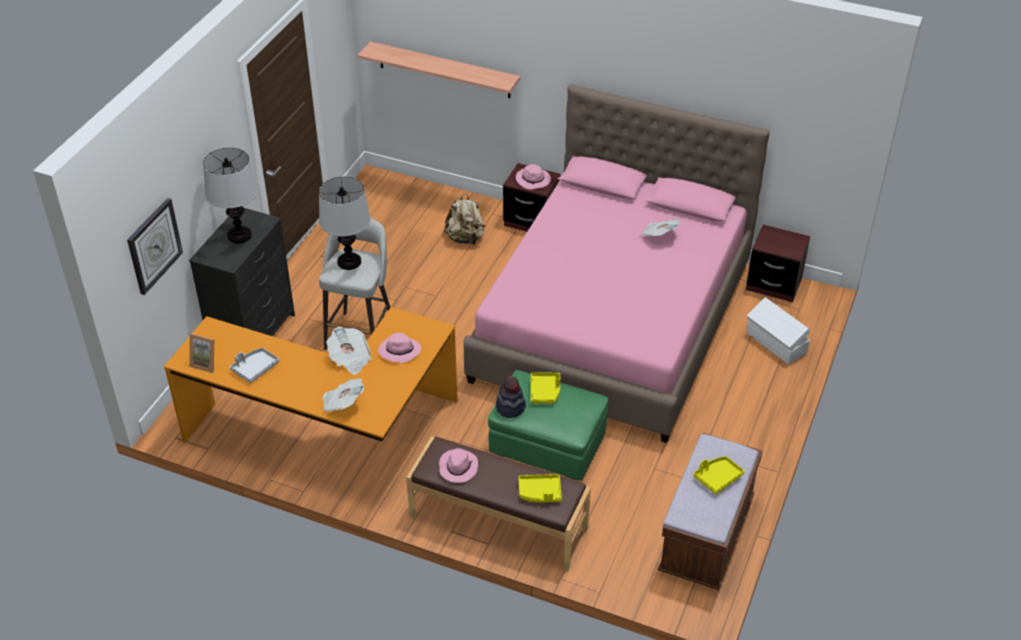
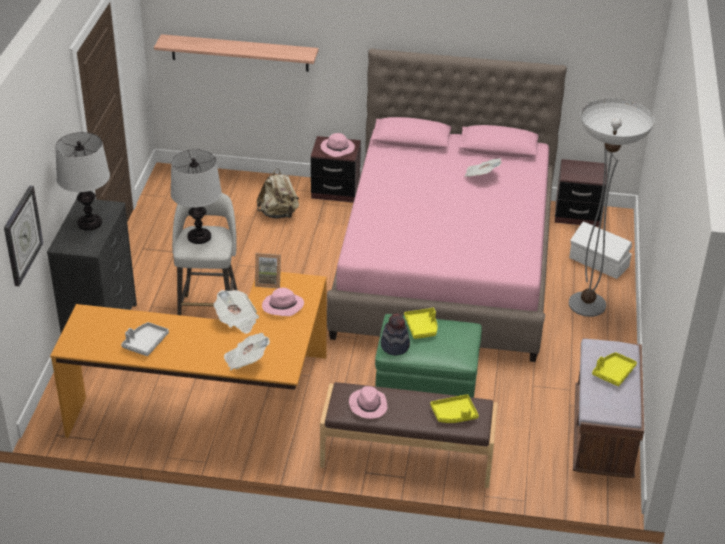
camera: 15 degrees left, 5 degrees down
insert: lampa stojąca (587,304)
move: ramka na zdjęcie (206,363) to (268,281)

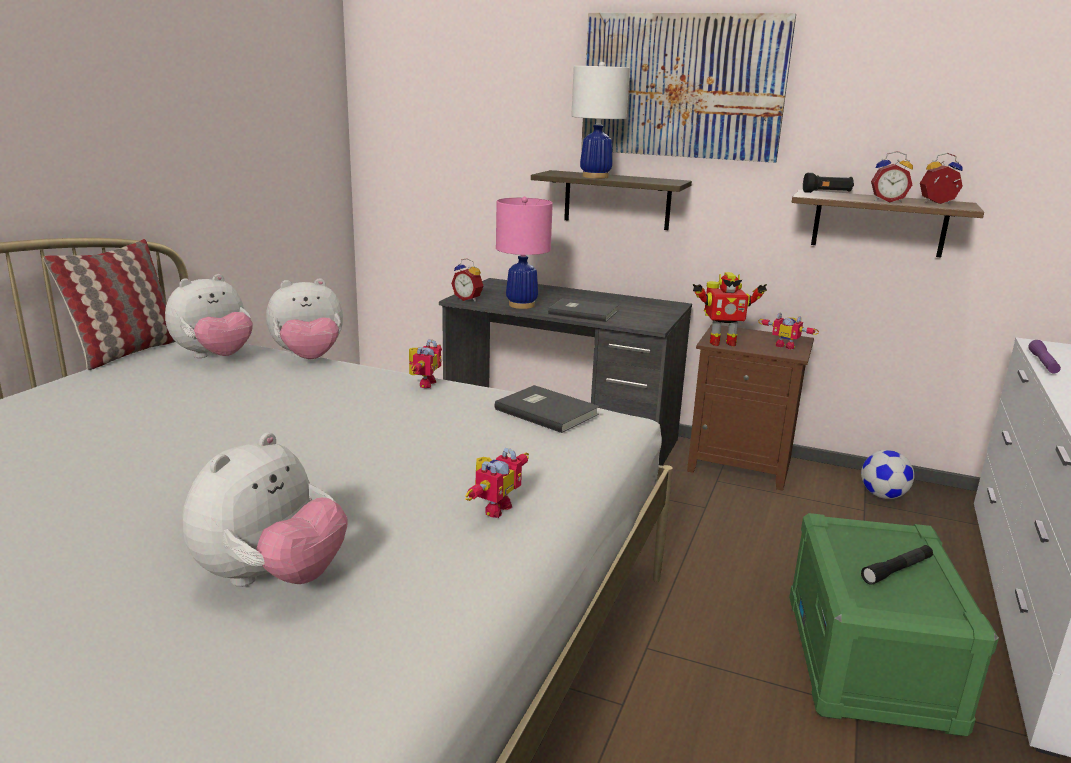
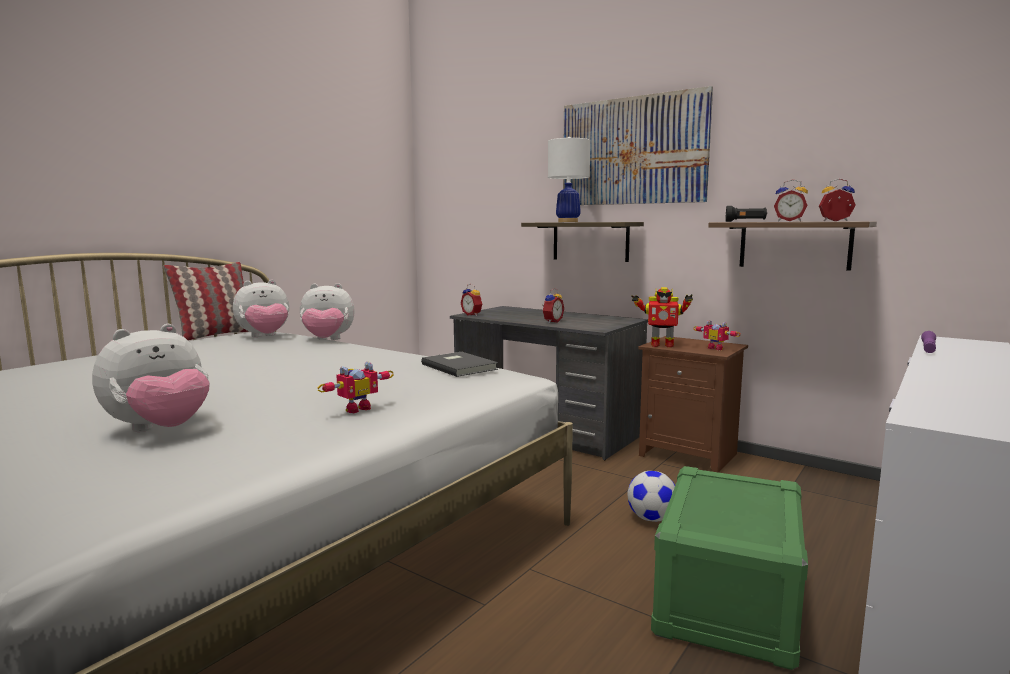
camera: 15 degrees right, 10 degrees down
delete: lampa stołowa/różowy (522,305); robot zabawkowy (423,383); latarka/czarny (897,570)
move: piłka futbolowa (883,496) to (651,519)
replace: książka/szary (582,312) to budzik (551,321)

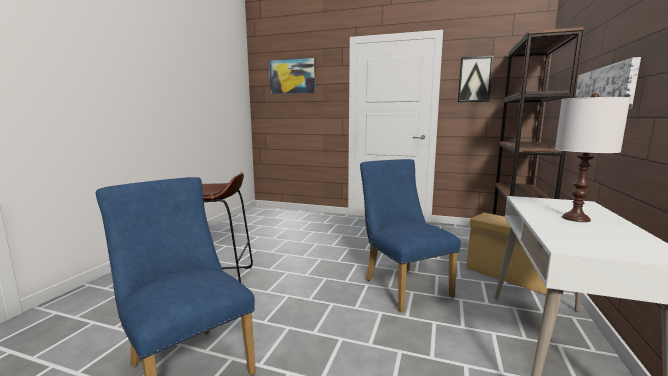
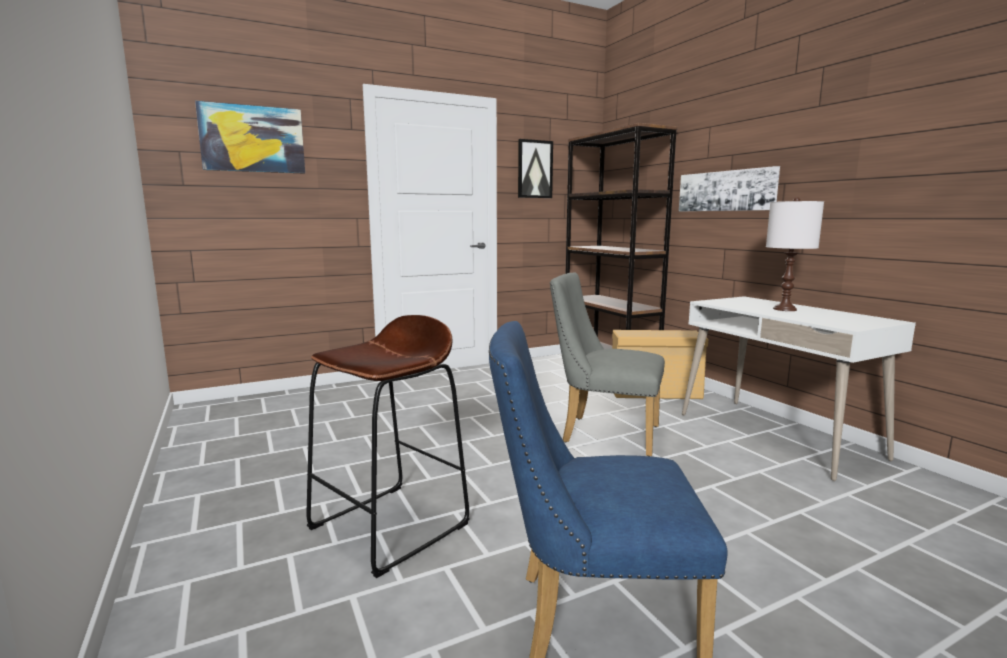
camera: 45 degrees left, 0 degrees up
recolor: krzesło/niebieski (402,285) to krzesło/szary (603,433)

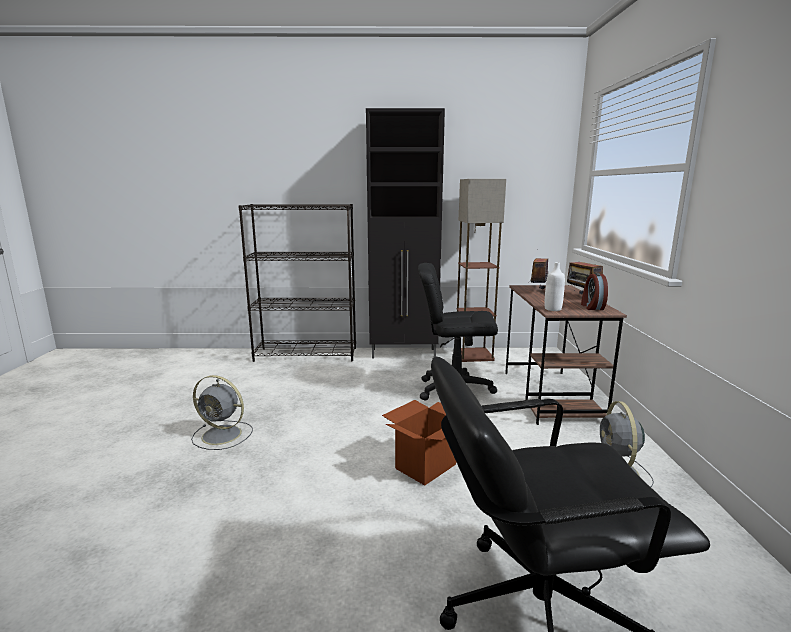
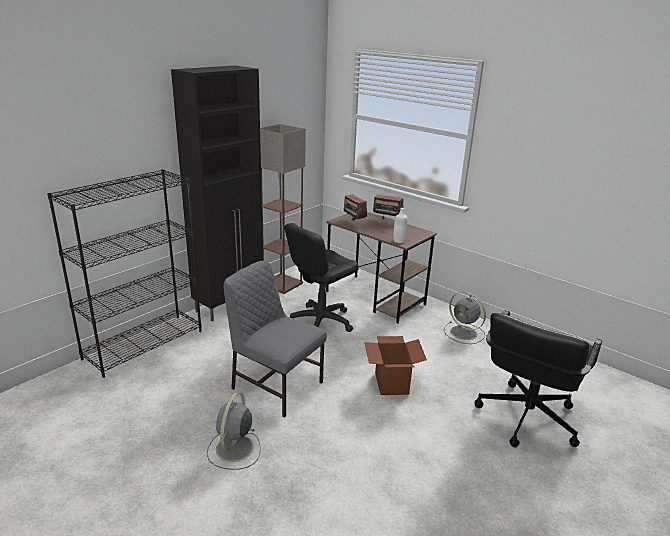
camera: 50 degrees left, 10 degrees up
delete: budzik (592,307)
insert: krzesło/szary (275,385)
rotate: wentylator/szary (223,435) = (234,449) 135 degrees clockwise

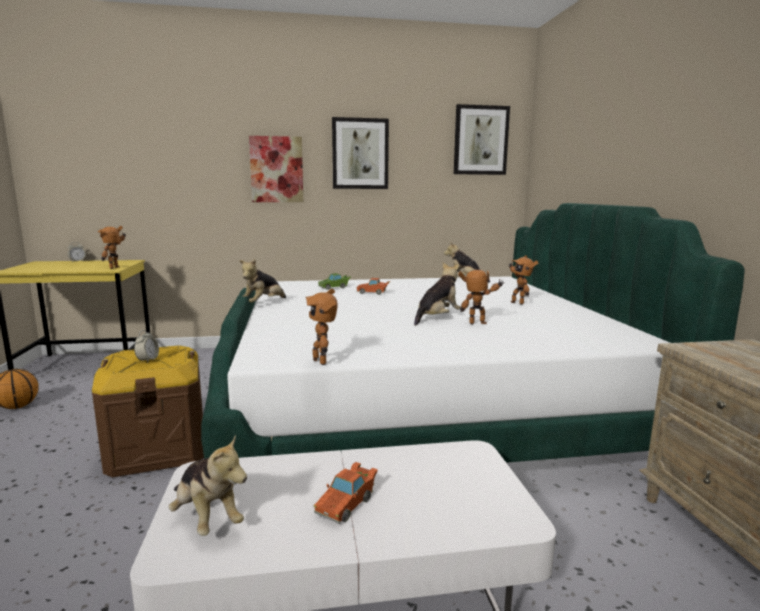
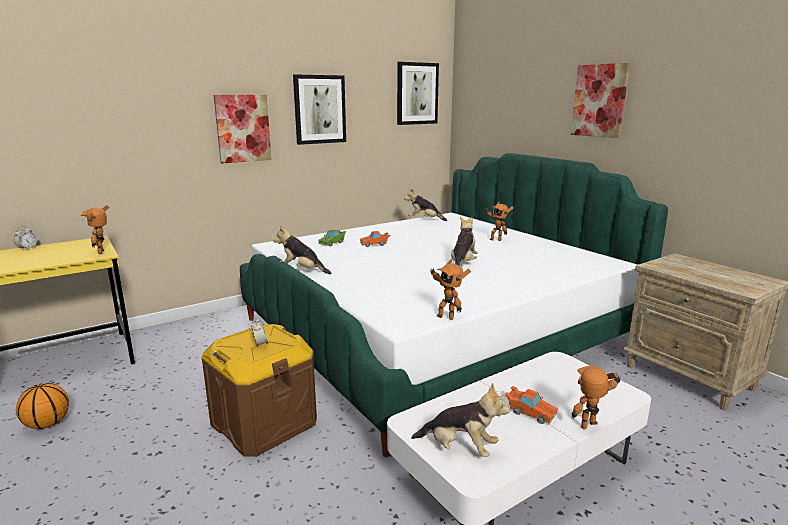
camera: 25 degrees left, 5 degrees up
insert: obraz (599,101)
move: robot zabawkowy (478,324) to (591,427)
rotate: pluszak (263,304) = (302,270) 105 degrees clockwise; samochodzik/pomarańczowy (347,503) = (529,412) 60 degrees counterclockwise

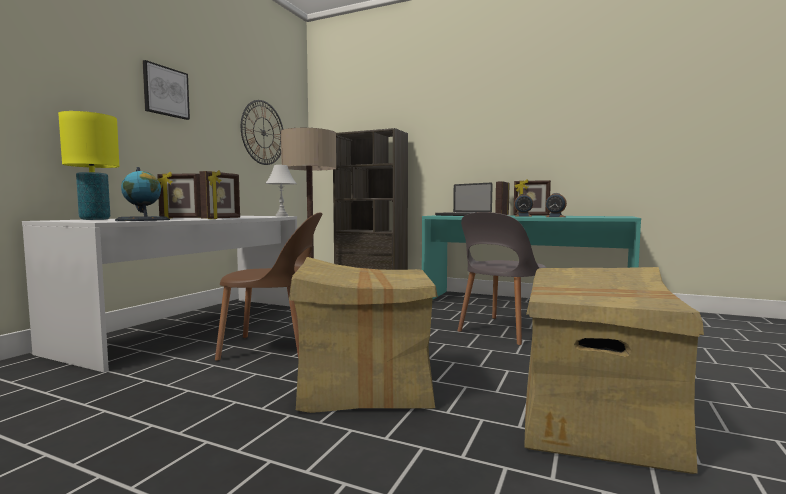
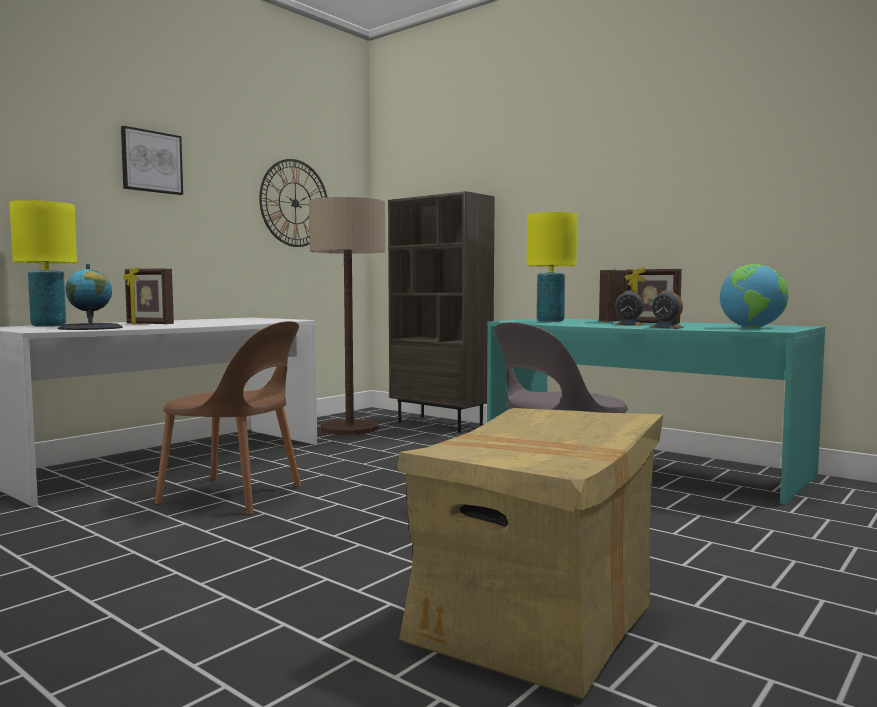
camera: 15 degrees right, 0 degrees up
delete: lampa stołowa/biały (282,216); ramka na zdjęcie (222,218); karton (365,386)
insert: globus (752,327)
replace: laptop (462,215) to lampa stołowa/żółty (550,321)

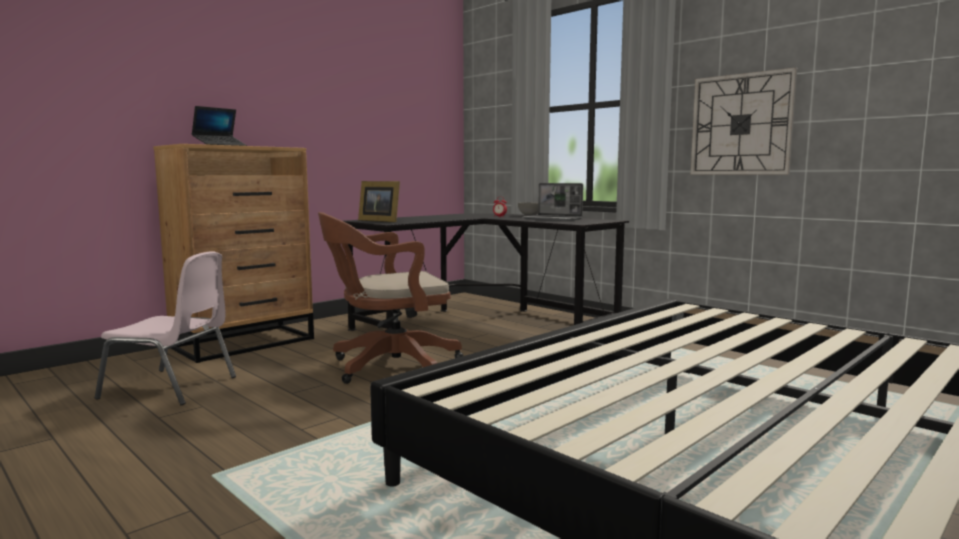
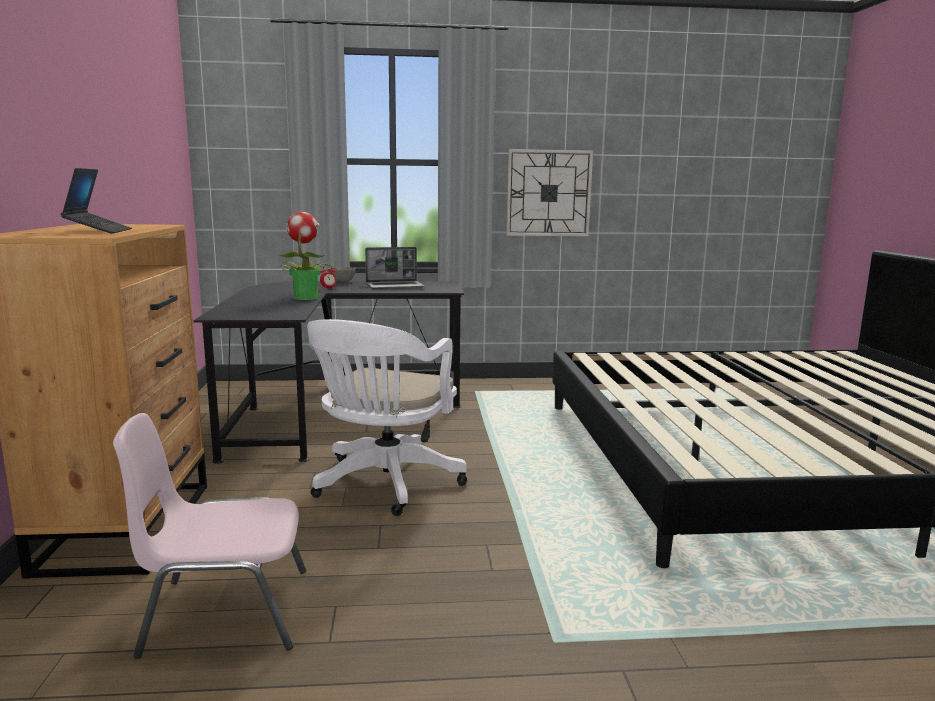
camera: 50 degrees left, 5 degrees up
delete: ramka na zdjęcie (379,221)
insert: roślina doniczkowa (305,297)
recolor: krzesło biurowe/brązowy (389,367) to krzesło biurowe/biały (384,484)
rotate: krzesło/różowy (171,387) = (224,612) 150 degrees counterclockwise

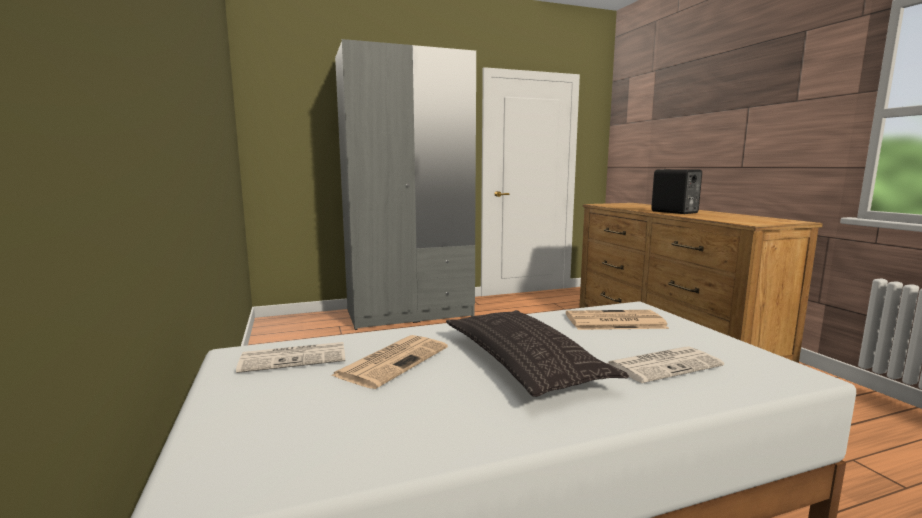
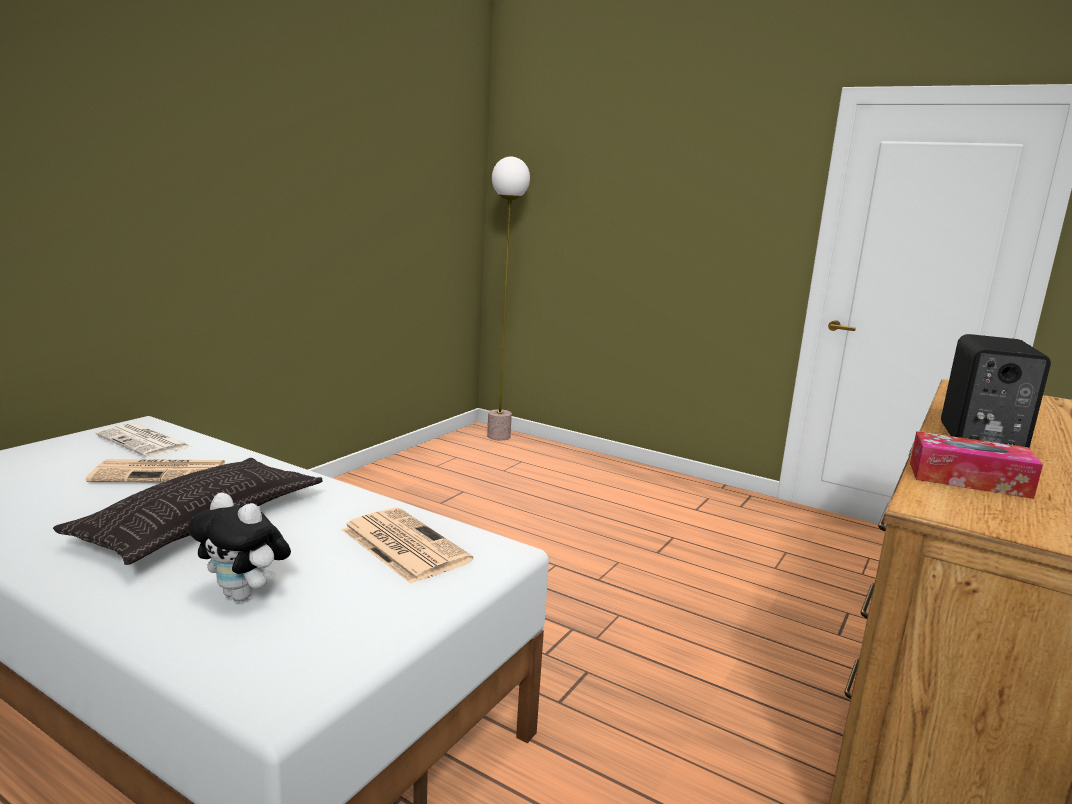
camera: 50 degrees right, 5 degrees up
delete: szafa/szary (409,313)
insert: lampa stojąca (499,436); pudełko chusteczek (968,479)
replace: gazeta (664,365) to pluszak (244,595)

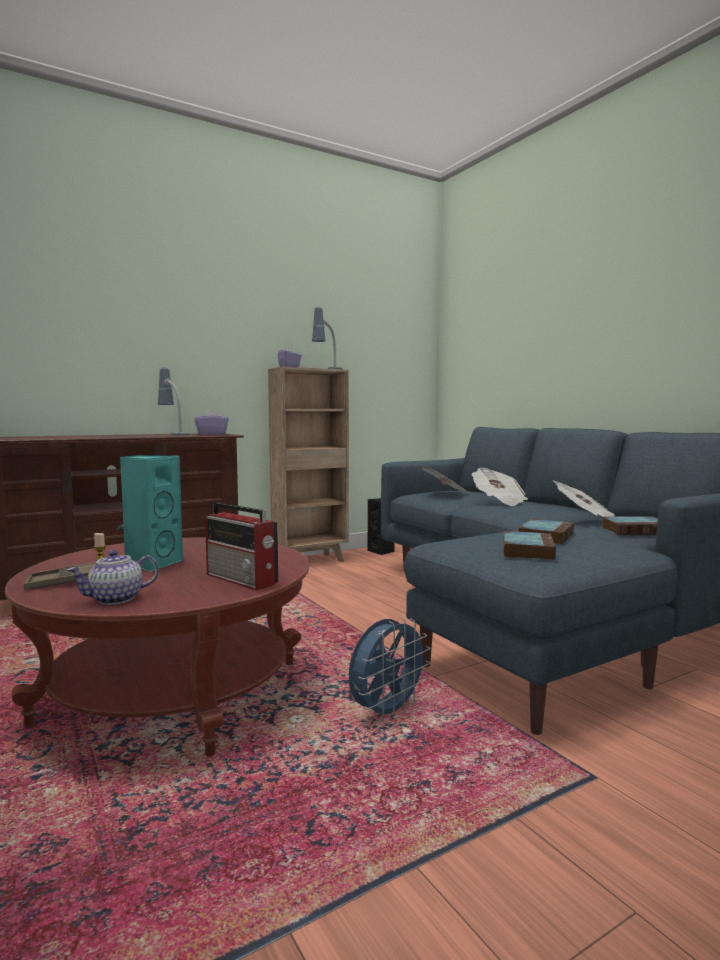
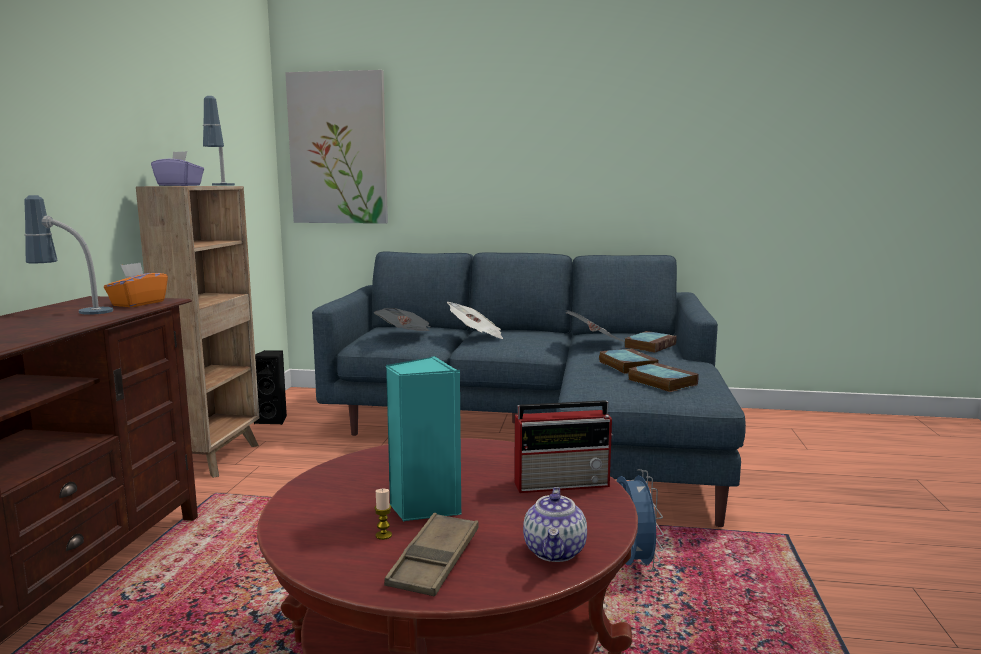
camera: 50 degrees left, 5 degrees up
insert: obraz (338,148)
recolor: pudełko chusteczek/fioletowy (211,434) to pudełko chusteczek/pomarańczowy (138,303)

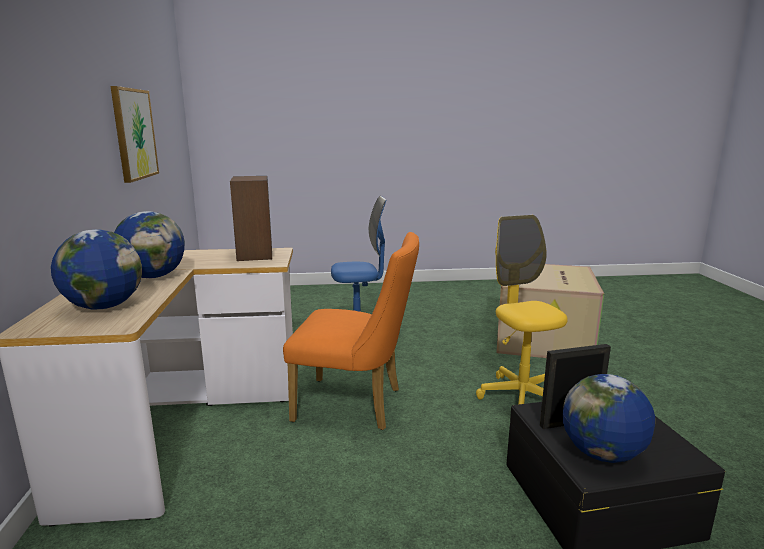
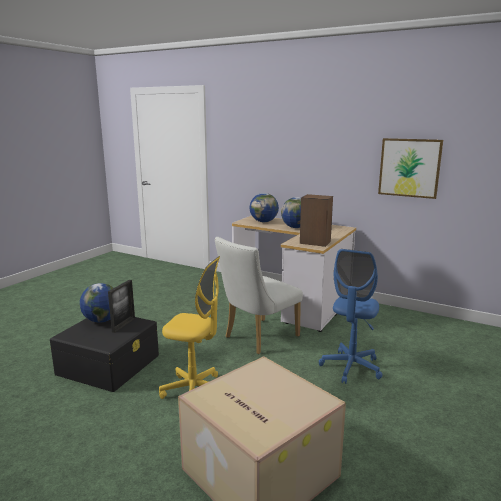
camera: 125 degrees right, 0 degrees up
recolor: krzesło/pomarańczowy (356,405) to krzesło/biały (257,338)

